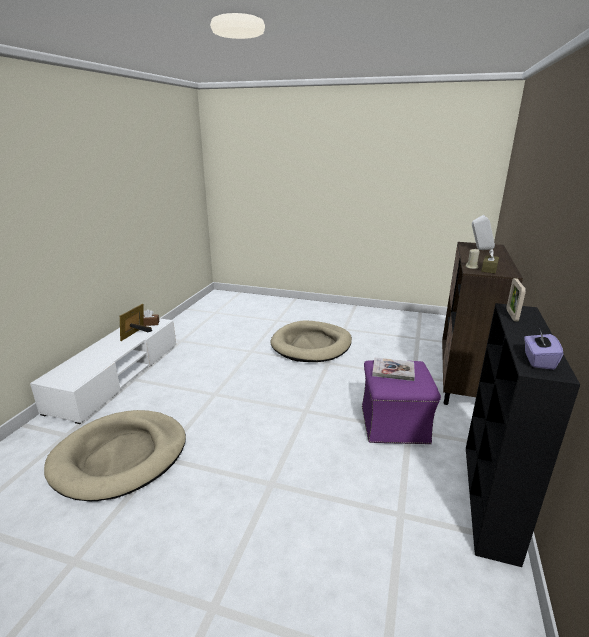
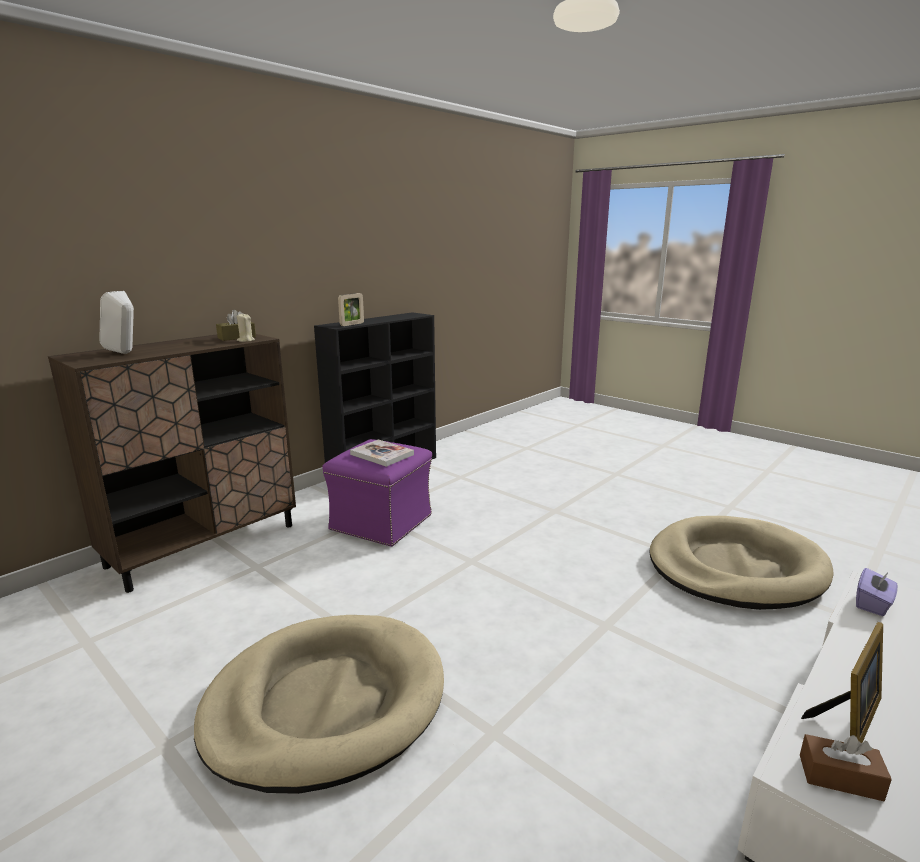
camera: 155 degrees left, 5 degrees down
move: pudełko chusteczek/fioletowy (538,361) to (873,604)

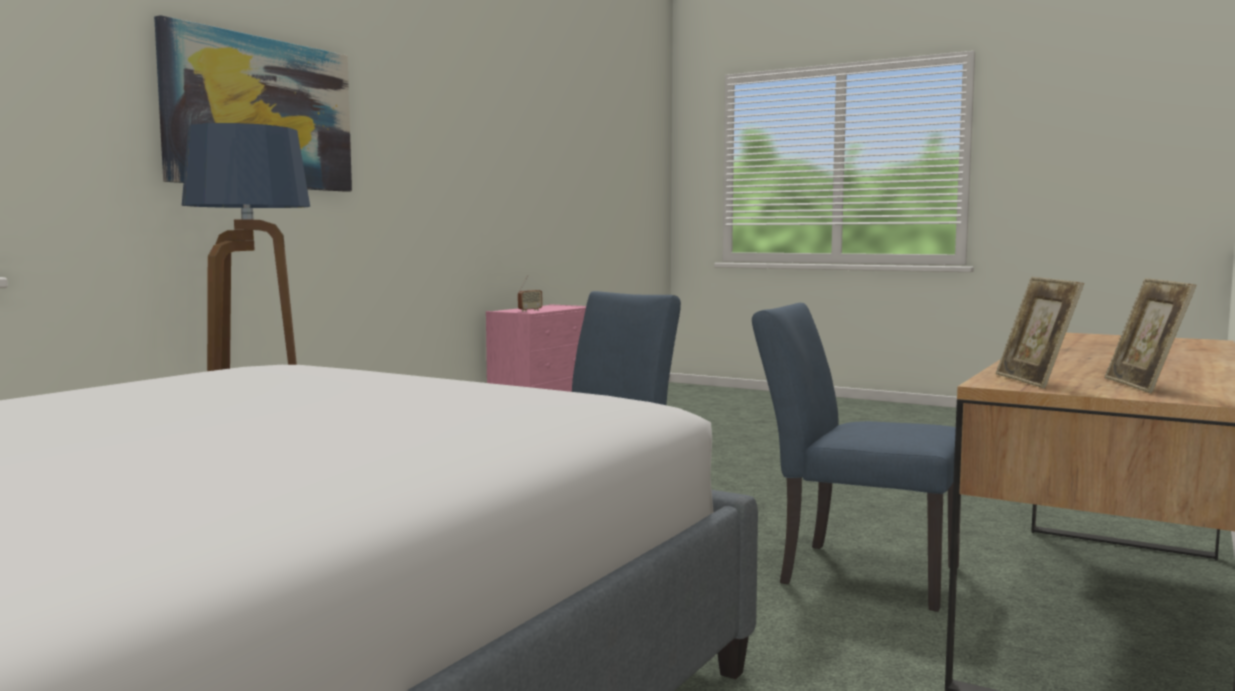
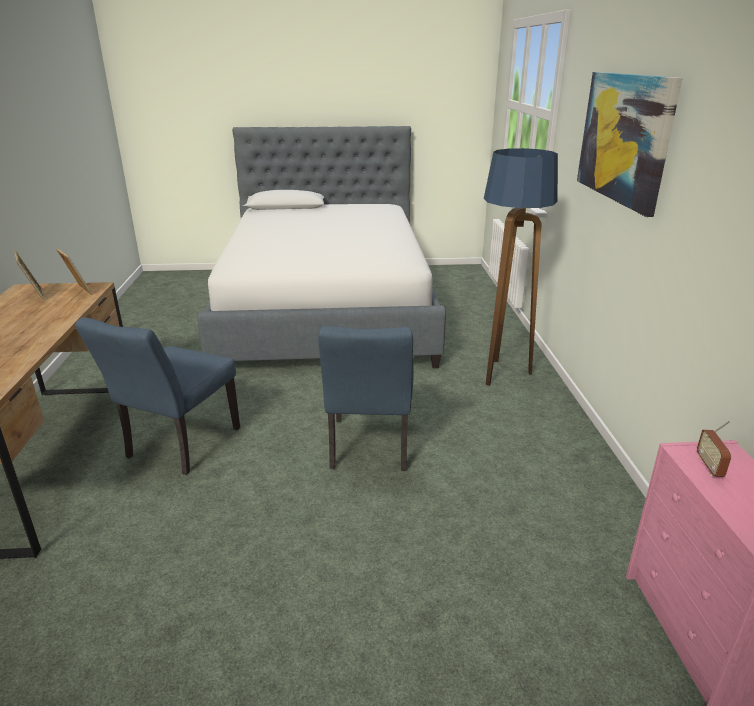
camera: 145 degrees right, 20 degrees up
rotate: krzesło/niebieski (855,572) = (178,447) 120 degrees clockwise

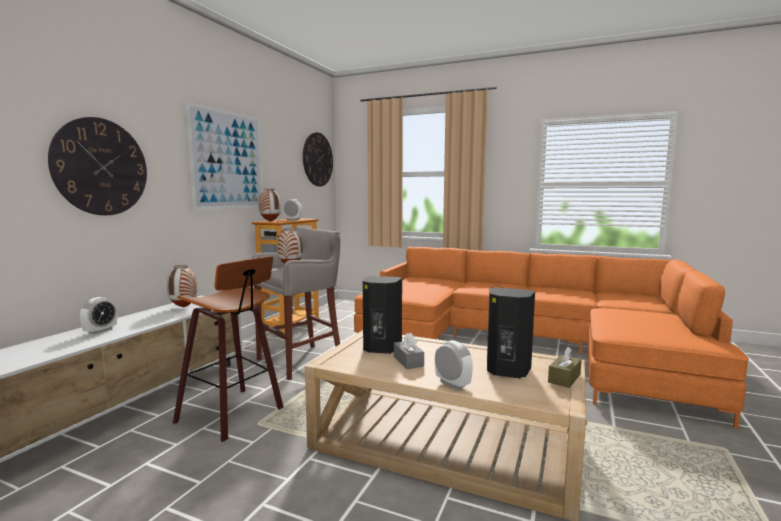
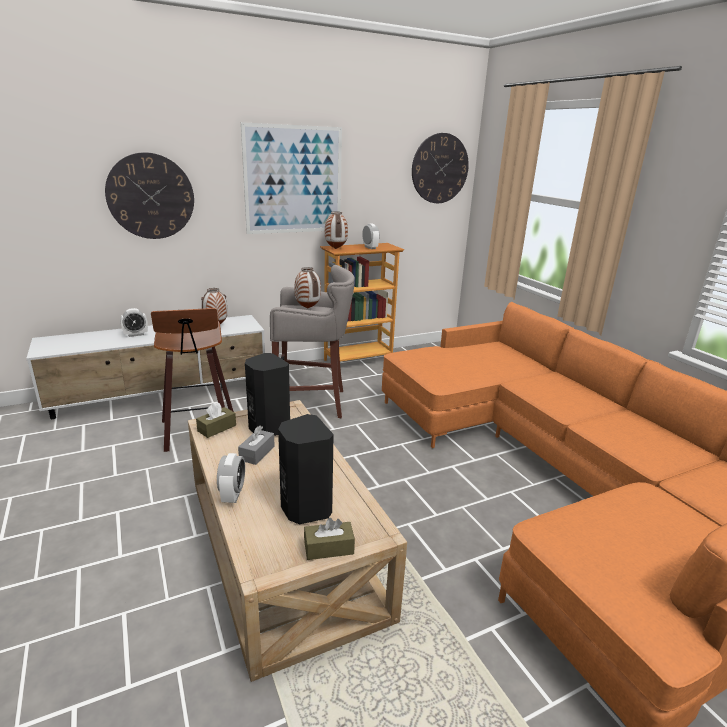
camera: 40 degrees right, 15 degrees up
insert: pudełko chusteczek/brązowy (217,428)

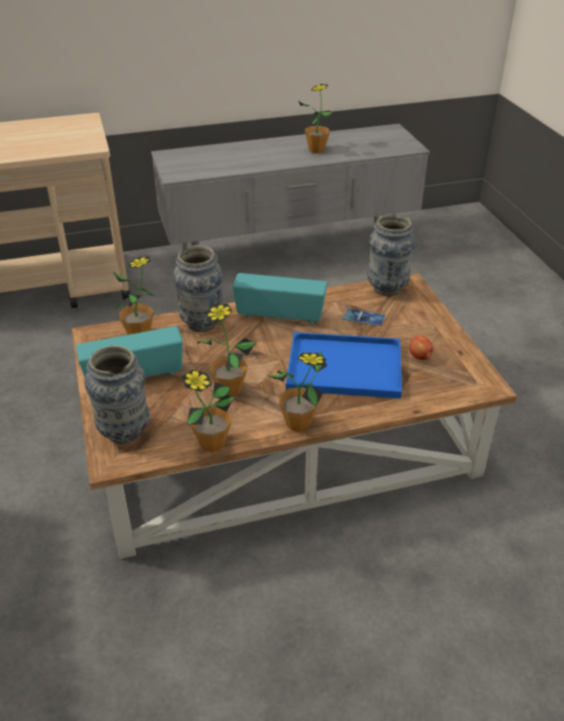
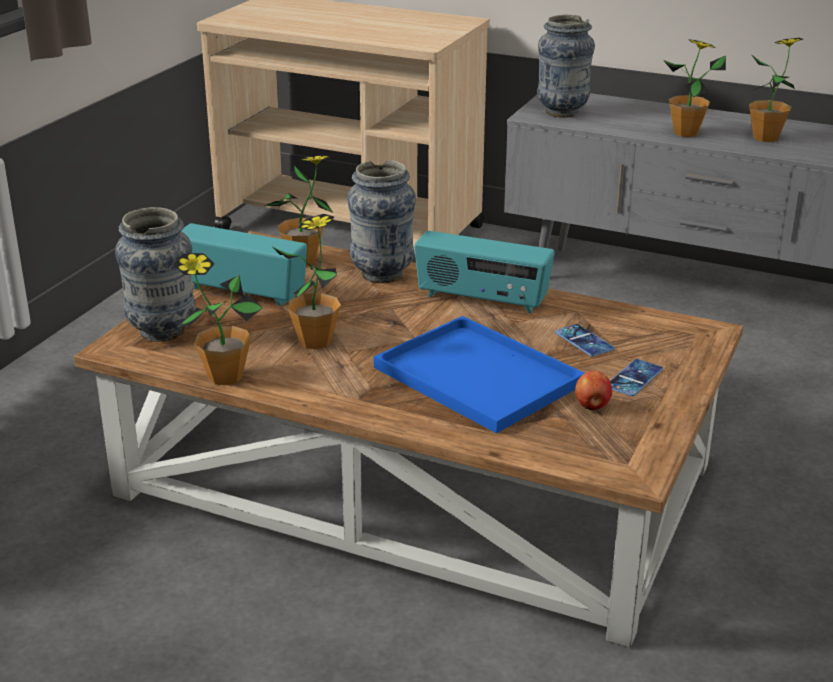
camera: 40 degrees right, 10 degrees down
insert: telefon (634,378)
move: wazon (387,288) to (562,112); roślina doniczkowa (298,423) to (685,133)
rotate: radio (280,315) = (482,300) 150 degrees clockwise

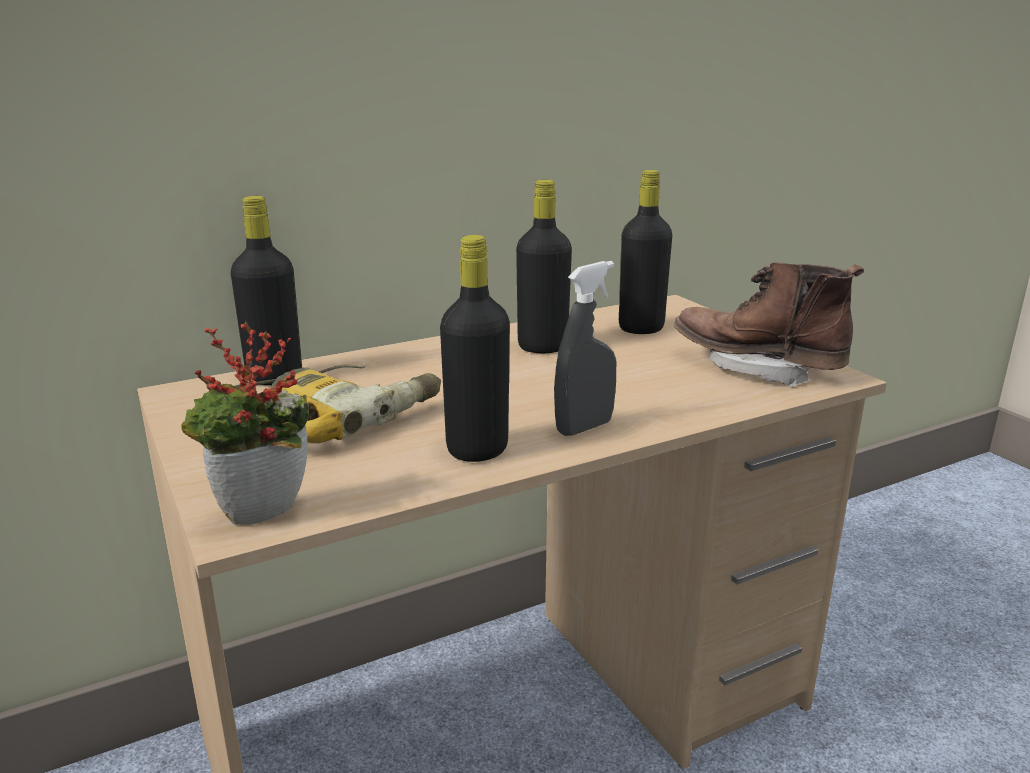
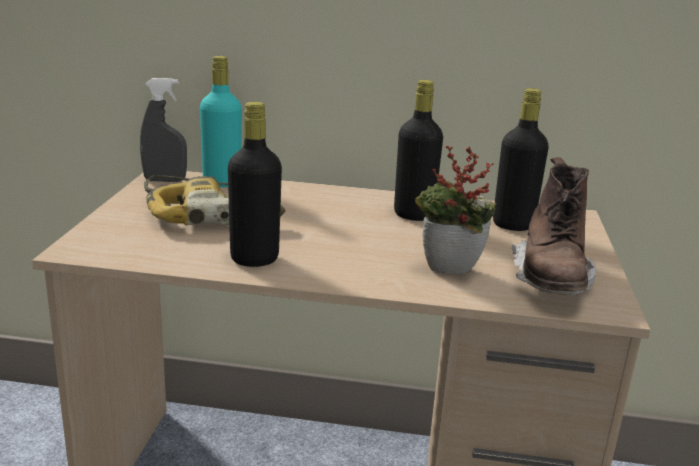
camera: 35 degrees right, 0 degrees up
move: spryskiwacz/szary (584,427) to (165,180); roślina doniczkowa (263,519) to (448,272)
recolor: butelka/czarny (274,377) to butelka/turkusowy (222,182)
rotate: but z cholewką/brązowy (757,368) = (550,280) 150 degrees counterclockwise

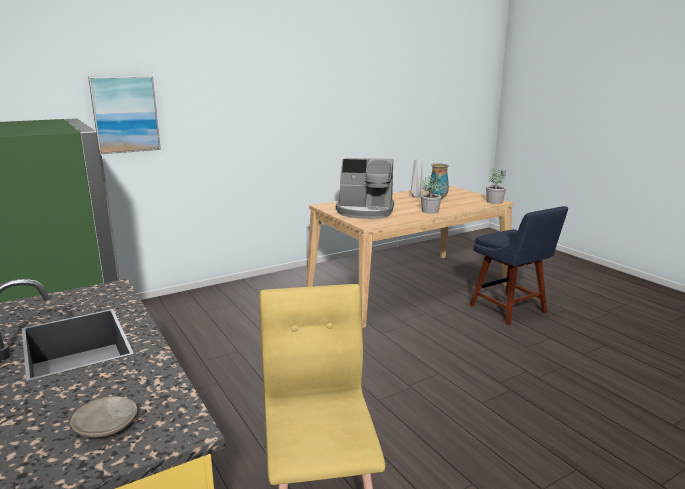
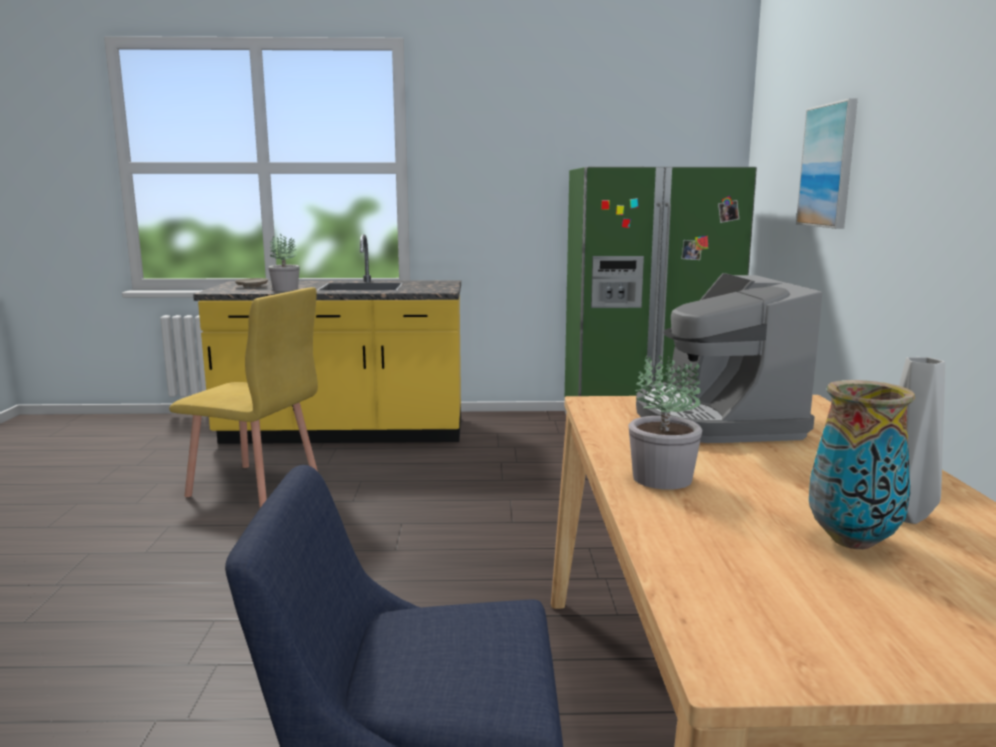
camera: 120 degrees right, 5 degrees down
move: roślina doniczkowa (494,202) to (284,289)
rotate: ekspres do kawy (365,211) = (715,420) 45 degrees counterclockwise

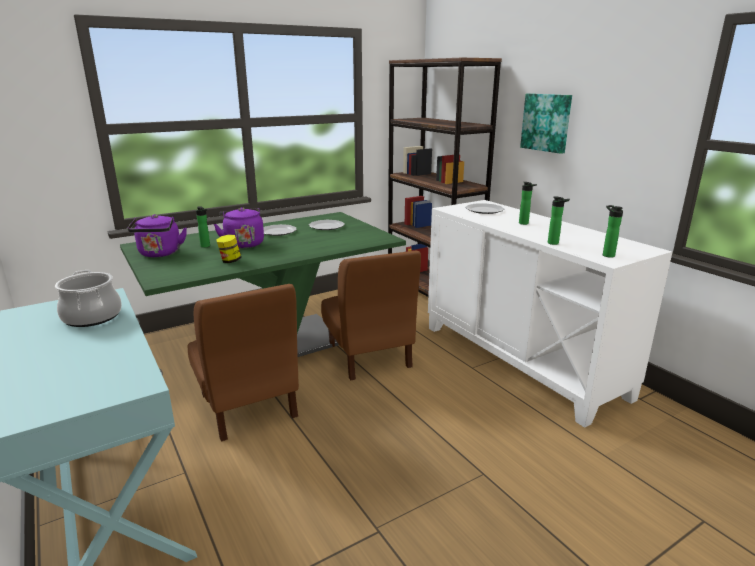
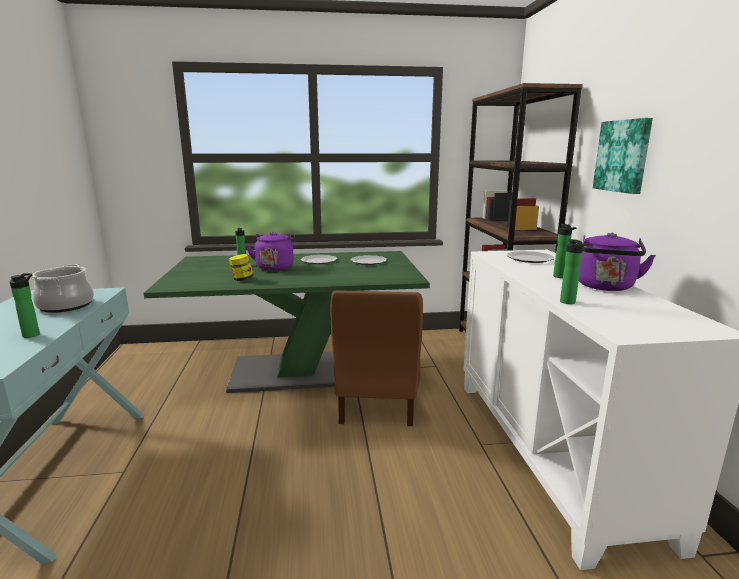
camera: 25 degrees right, 5 degrees down
delete: krzesło/brązowy (248,406)
move: butelka (607,255) to (33,334); czajnik/fioletowy (160,254) to (605,287)

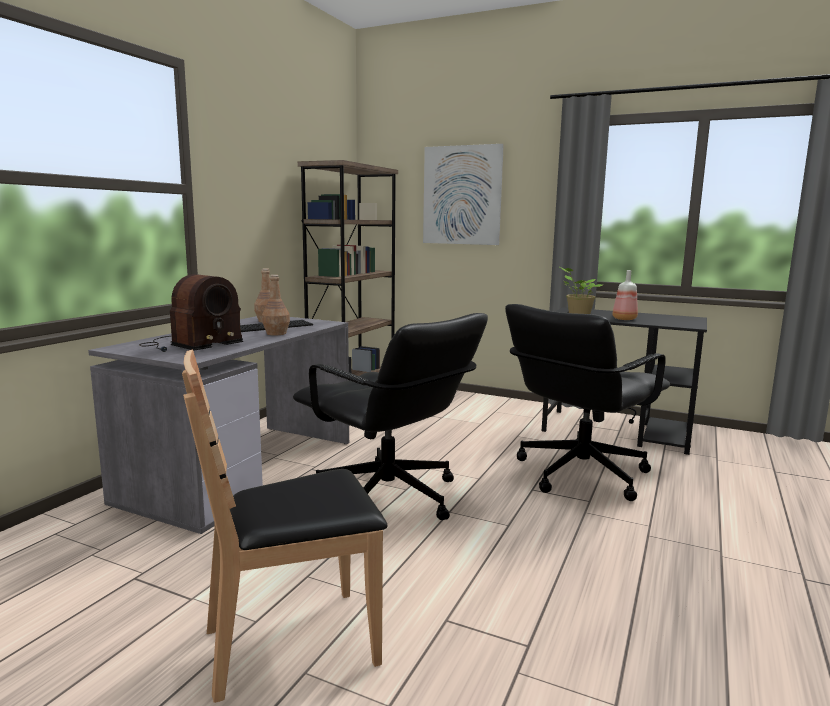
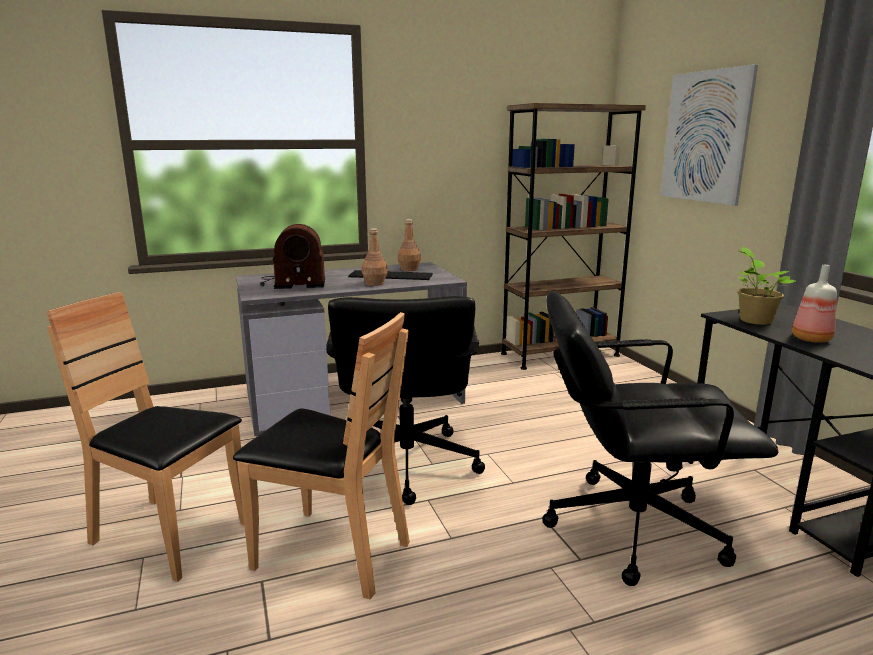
camera: 45 degrees right, 5 degrees up
insert: krzesło/brązowy (331,553)

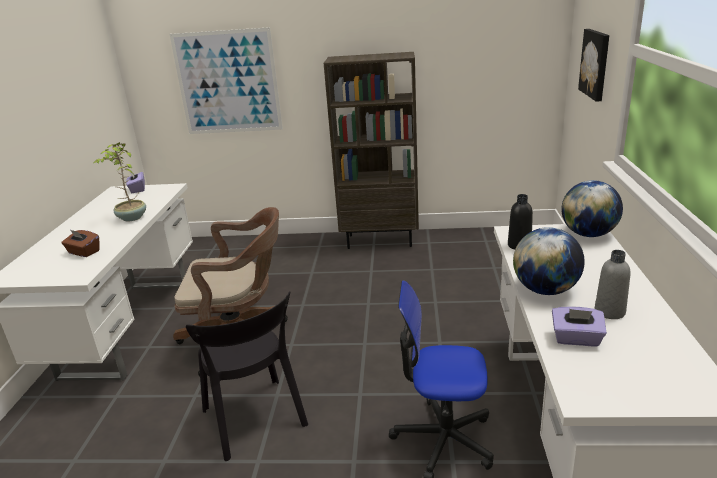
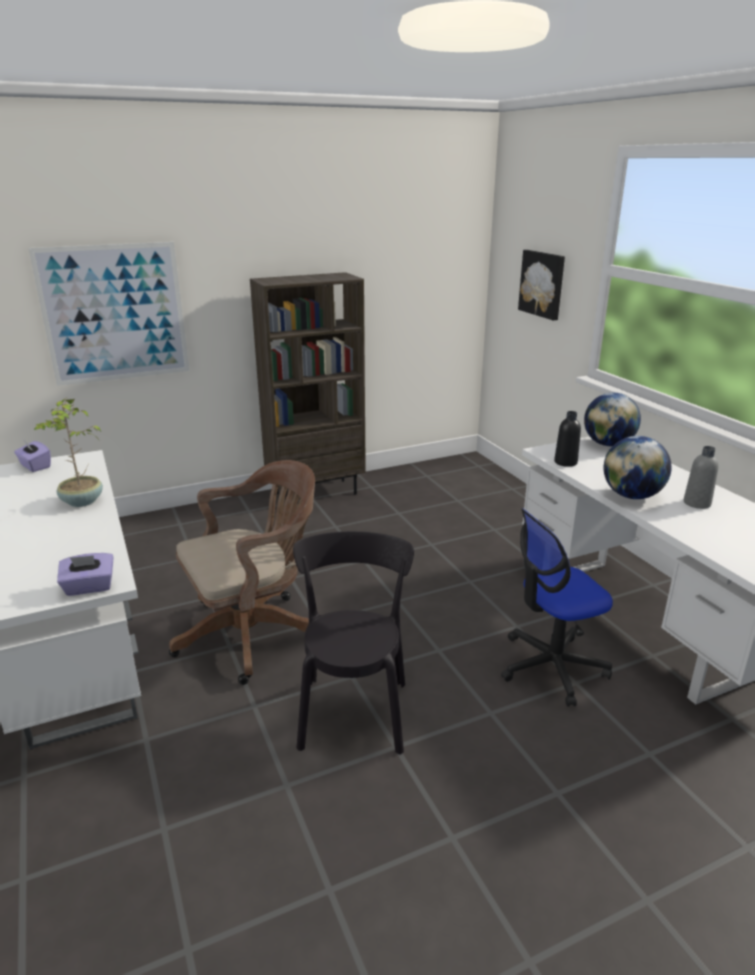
camera: 30 degrees left, 0 degrees up
delete: pudełko chusteczek/brązowy (83,252)
move: pudełko chusteczek/fioletowy (576,339) to (89,587)
rotate: krzesło/czarny (255,421) = (354,709) 120 degrees counterclockwise

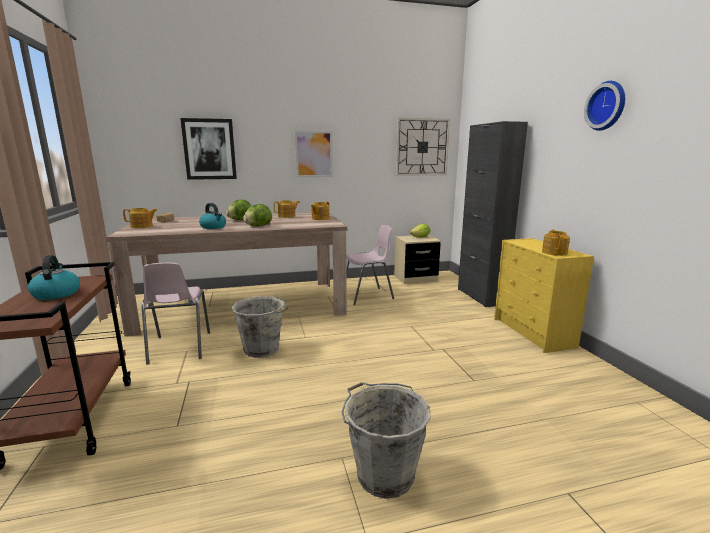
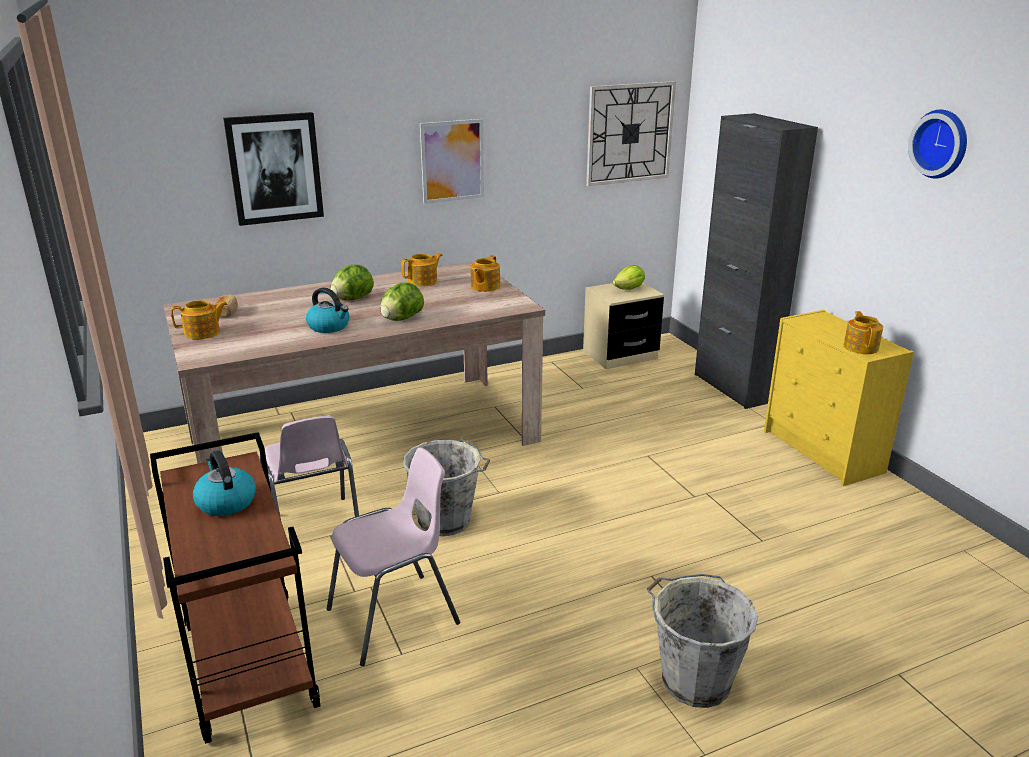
camera: 10 degrees left, 10 degrees up
move: krzesło/różowy (367,296) to (395,617)

